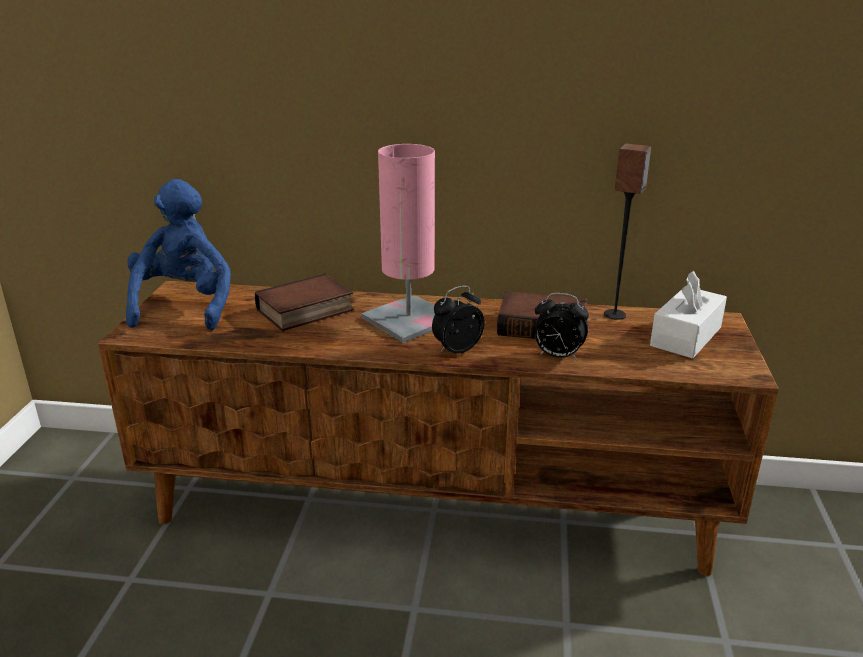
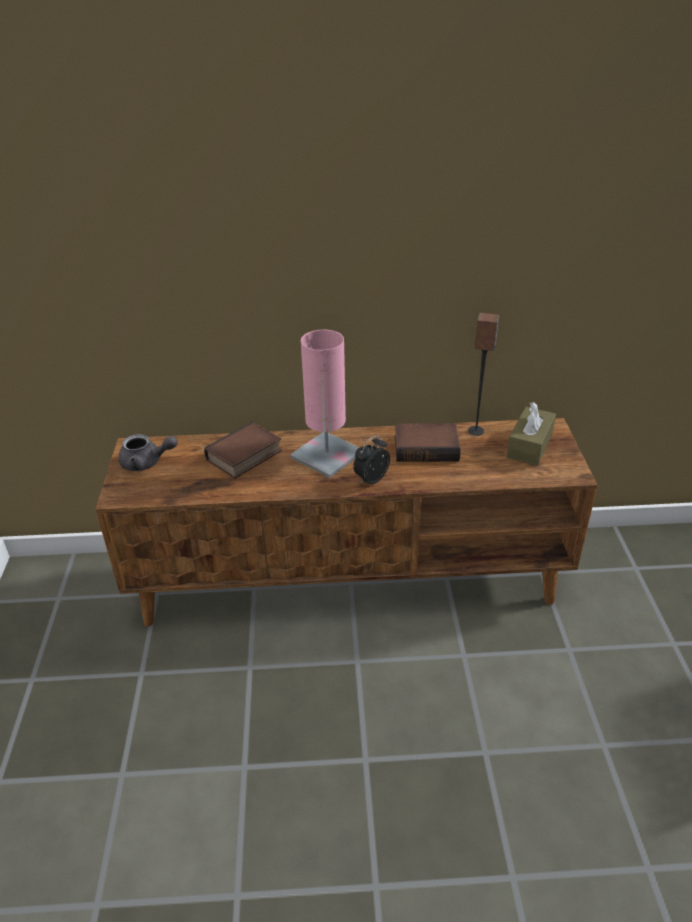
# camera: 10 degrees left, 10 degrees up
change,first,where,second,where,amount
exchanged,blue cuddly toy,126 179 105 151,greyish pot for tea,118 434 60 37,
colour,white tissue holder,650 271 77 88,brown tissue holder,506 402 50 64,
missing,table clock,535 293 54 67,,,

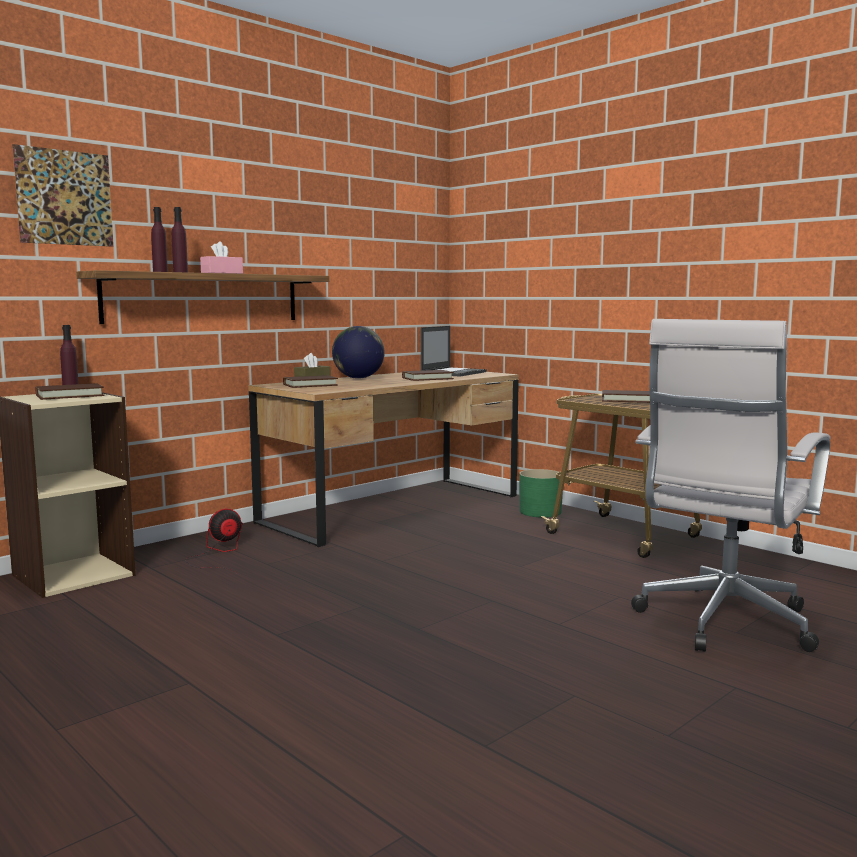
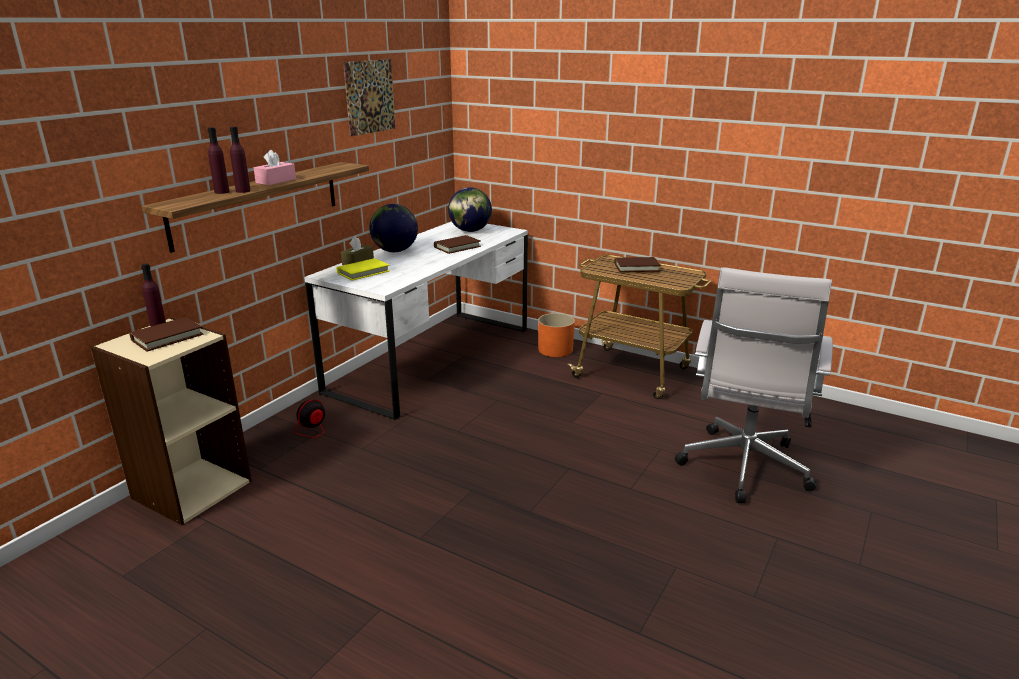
# camera: 15 degrees left, 15 degrees up
change,first,where,second,where,amount
relocated,picture,12 144 101 103,,343 59 52 77,
exchanged,laptop,421 326 66 51,world globe,448 187 44 45,
colour,brown desk table,248 372 271 175,white desk table,304 221 224 199,
colour,brown book,283 375 55 13,yellow book,337 258 53 23,
colour,greenish flower pot,519 469 44 48,orangey flower pot,538 313 37 44,

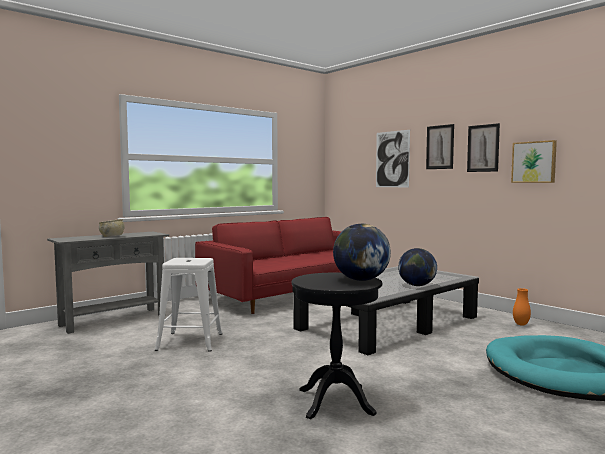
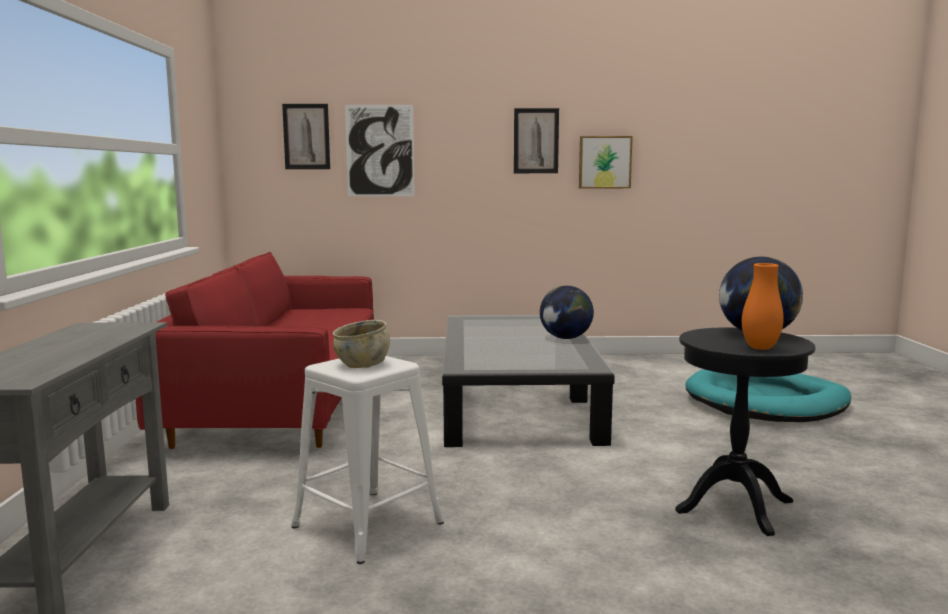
# camera: 50 degrees left, 5 degrees up
change,first,where,second,where,amount
relocated,picture,426 124 28 45,,282 104 48 65,
relocated,beige-coloured bowl,99 219 26 18,,333 320 57 48,
relocated,orangey vase,513 288 18 37,,742 263 42 87,

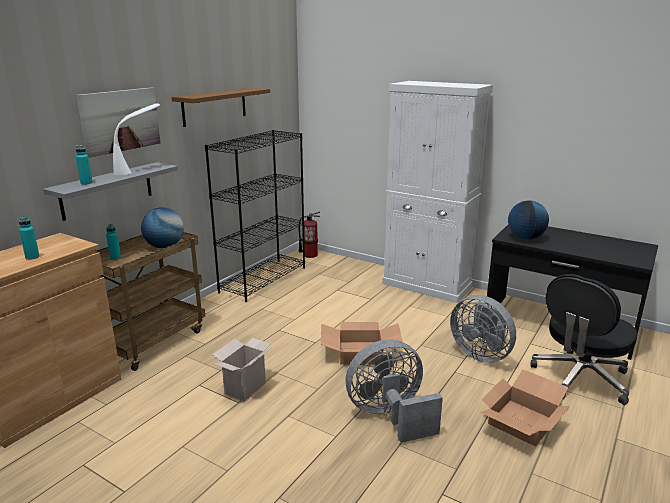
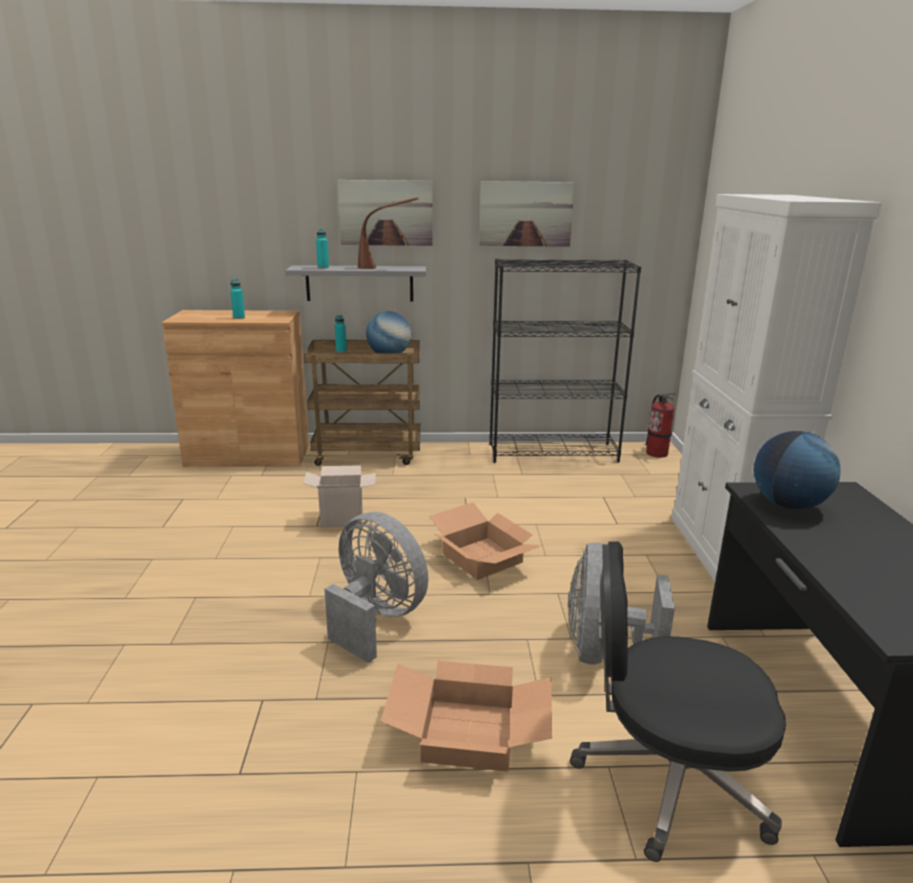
# camera: 55 degrees right, 0 degrees up
change,first,where,second,where,amount
exchanged,brown bracket shelf,172 88 98 39,picture,480 181 94 66,
colour,white table lamp,113 104 47 72,brown table lamp,358 197 61 72,

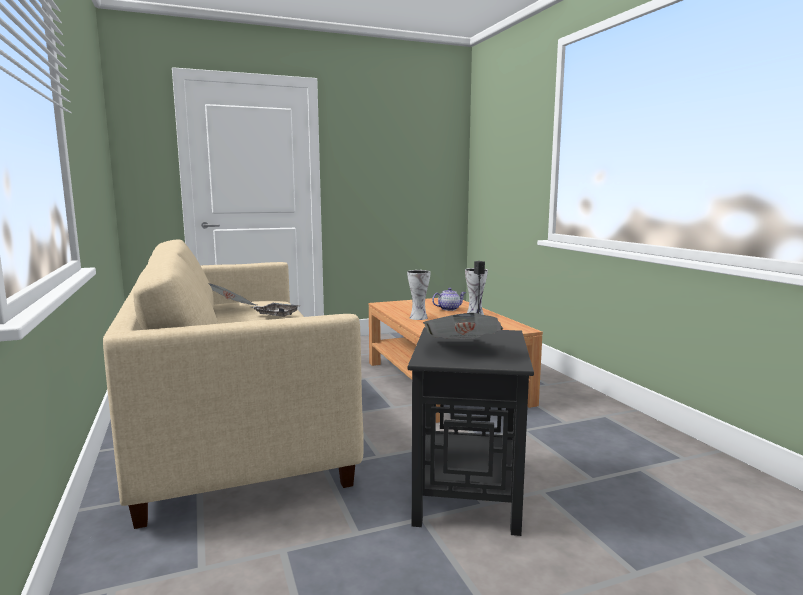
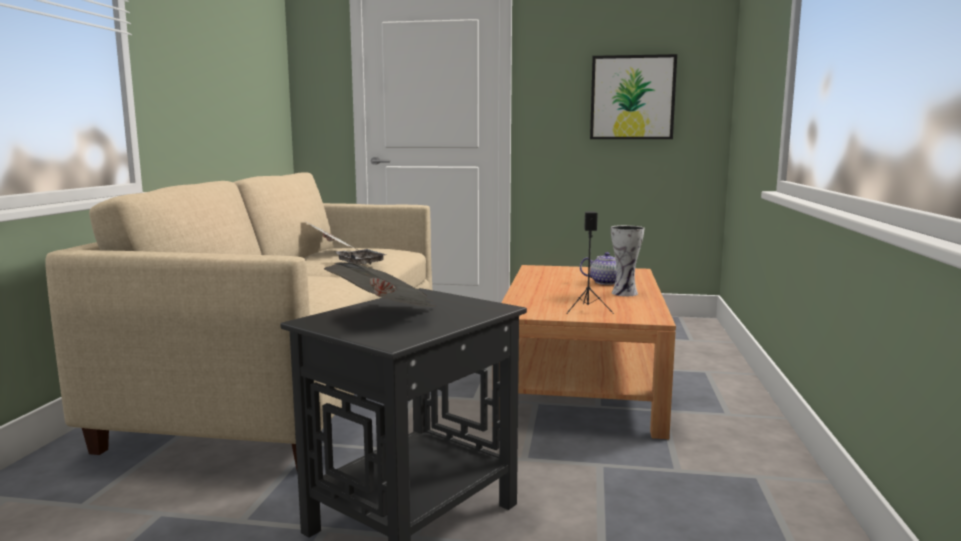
# camera: 30 degrees right, 0 degrees up
change,first,where,second,where,amount
missing,vase,407 270 24 50,,,
appeared,,,picture,590 54 87 85,

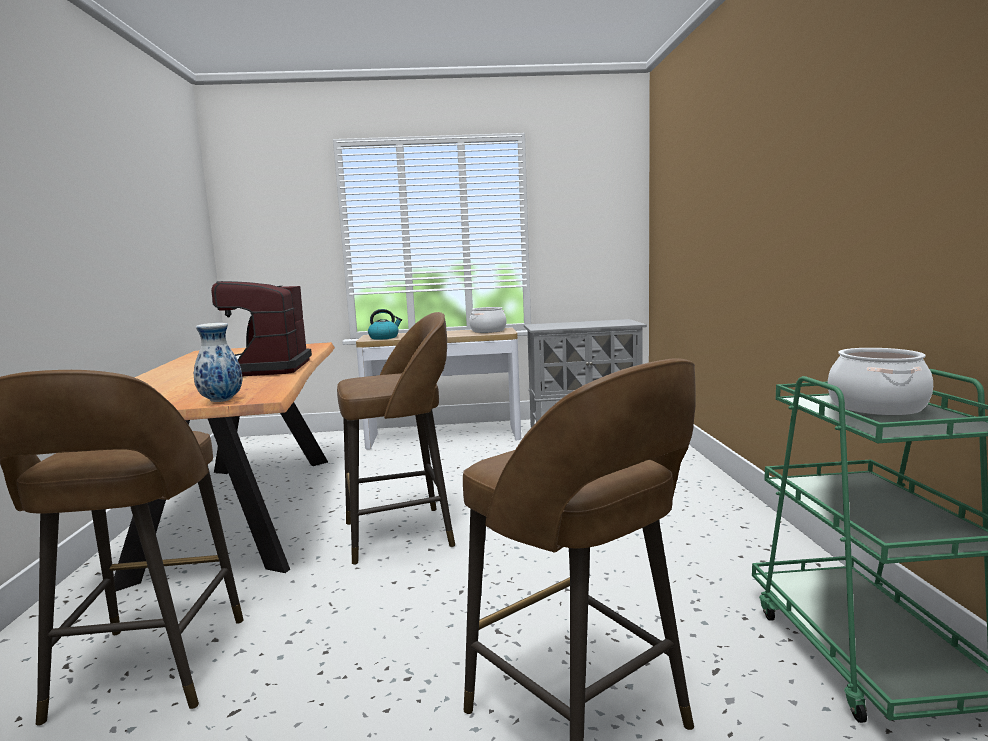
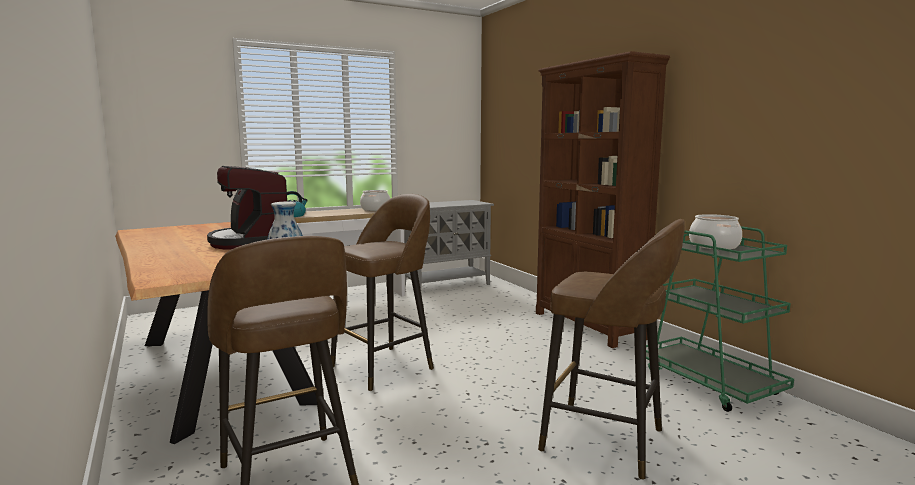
# camera: 25 degrees left, 0 degrees up
change,first,where,second,where,amount
appeared,,,brown shelving unit,536 51 134 297,

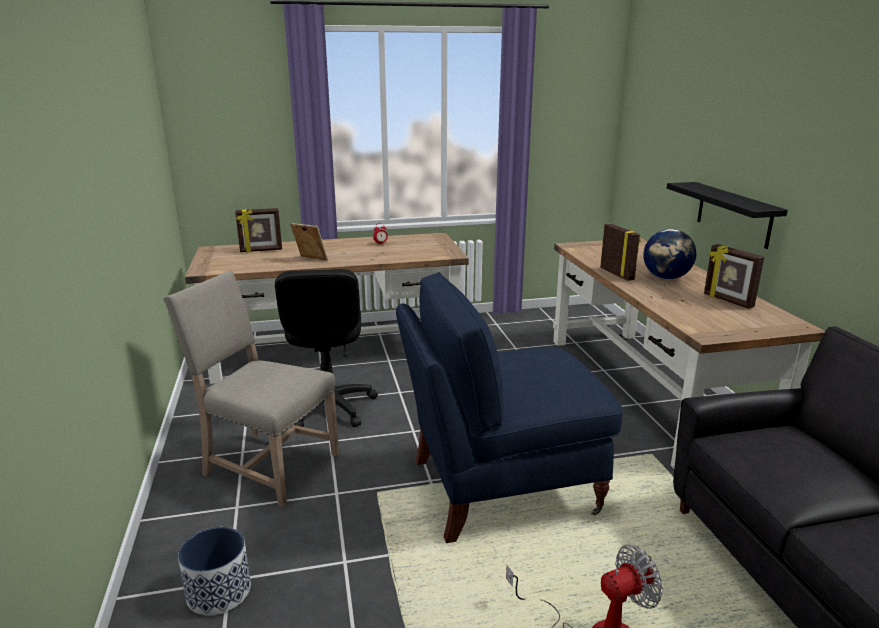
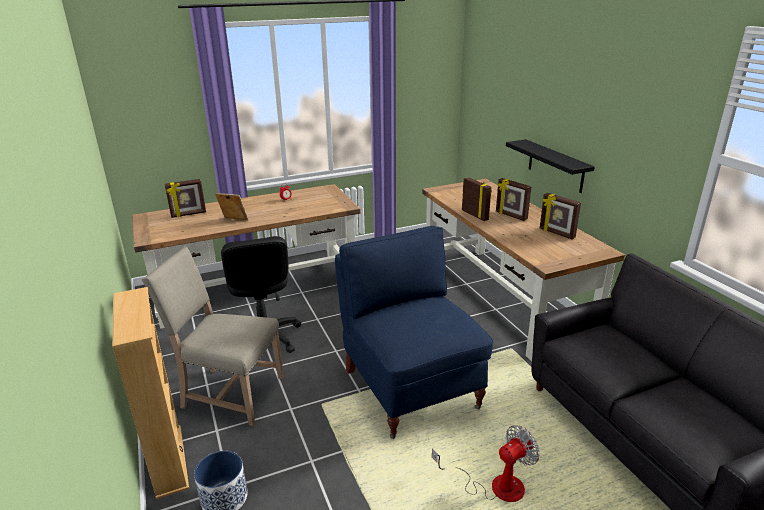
# camera: 10 degrees left, 5 degrees up
change,first,where,second,where,amount
exchanged,world globe,643 229 53 50,photo frame,496 178 36 43,
spun,blue lounge chair,396 272 227 271,,335 226 158 213,90 degrees clockwise
appeared,,,beige-coloured shelving unit,112 287 77 212,

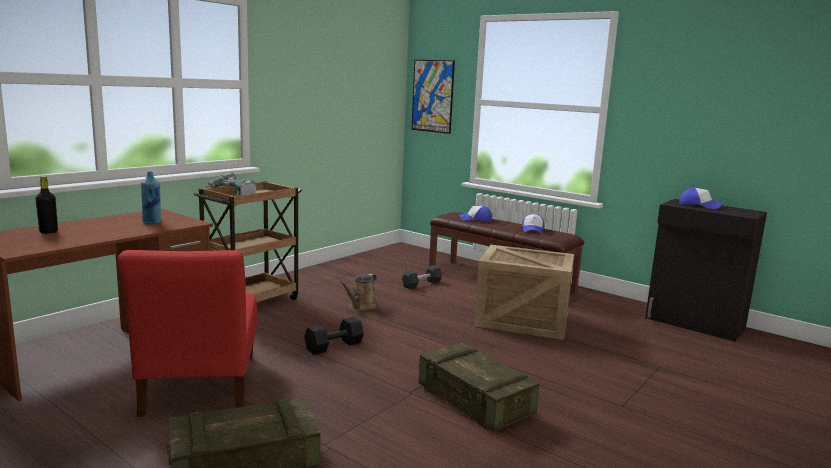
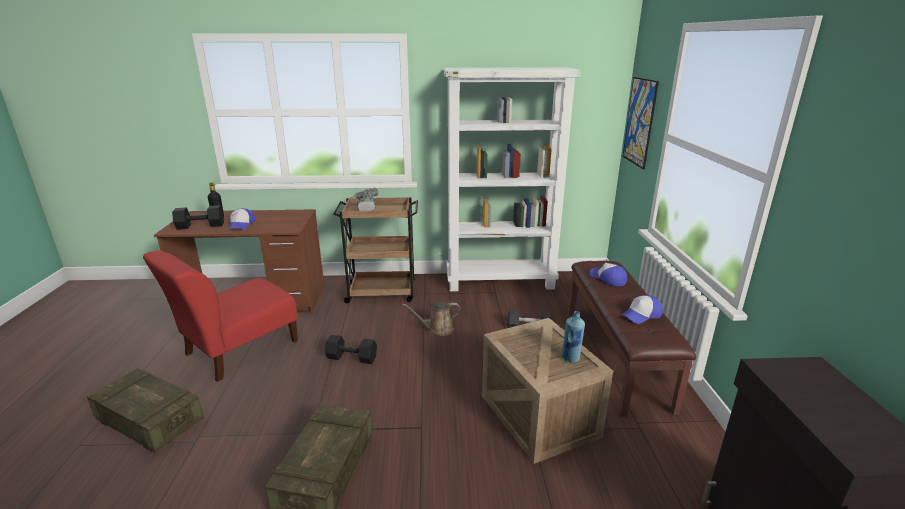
# camera: 50 degrees right, 10 degrees up
change,first,where,second,where,amount
relocated,blue drink bottle,141 172 20 52,,561 311 24 52,
relocated,cap,679 188 44 21,,228 208 27 22,
appeared,,,white shelving unit,444 67 137 224,
appeared,,,black dumbbell,172 205 52 25,

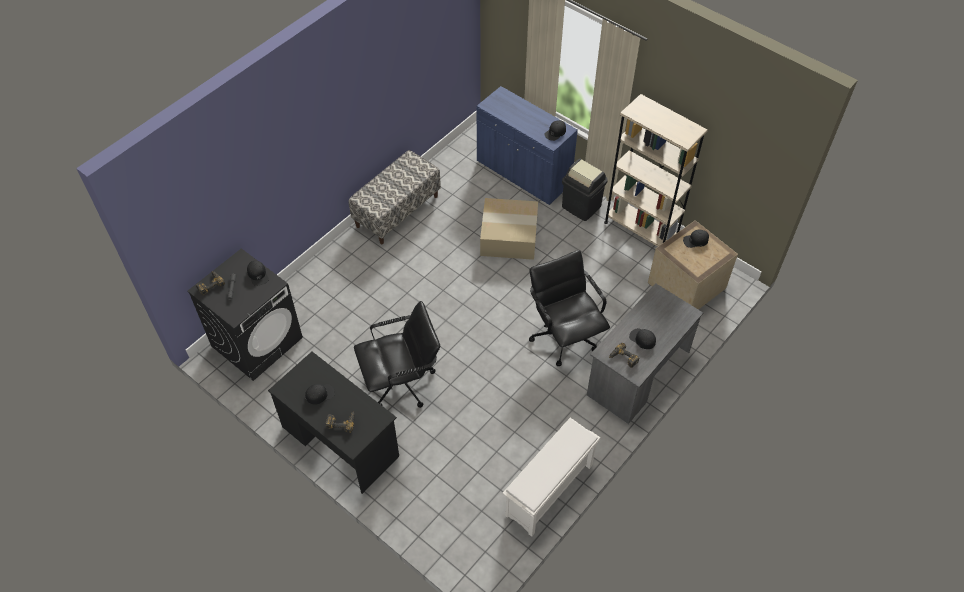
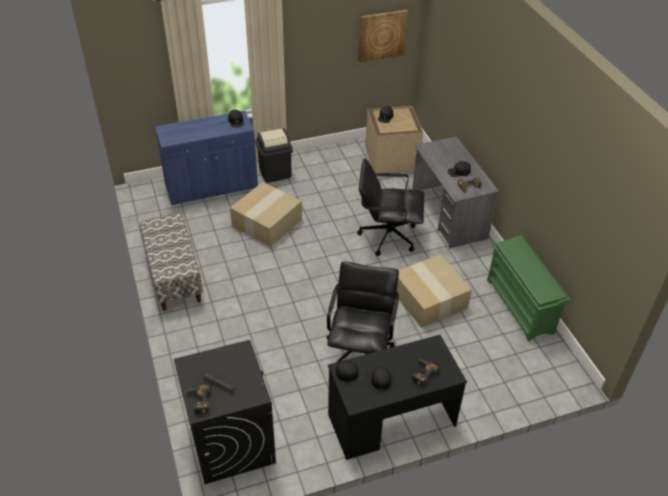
# camera: 60 degrees left, 10 degrees down
change,first,where,second,where,amount
missing,beige-coloured shelving unit,604 94 104 153,,,
relocated,black cap,247 260 22 26,,336 361 30 21,
colour,white shoe shelf,503 418 97 119,greenish shoe shelf,487 236 83 105,
appeared,,,picture,358 10 50 52,
appeared,,,packing box,397 254 75 74,

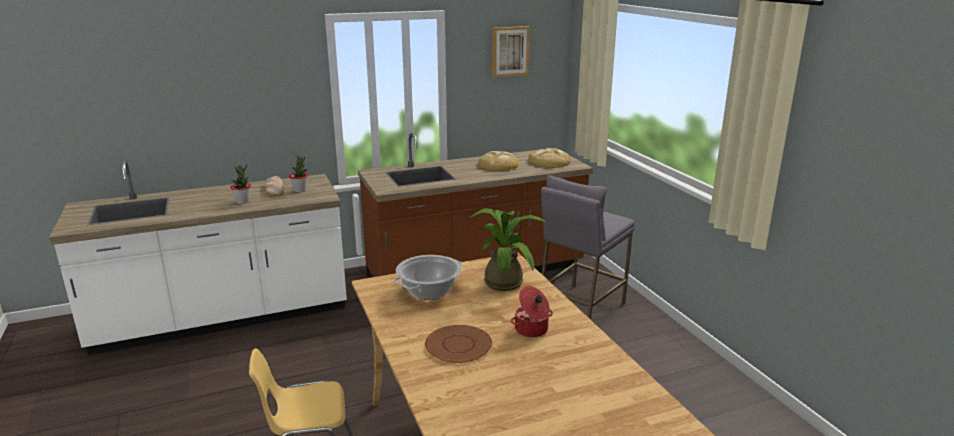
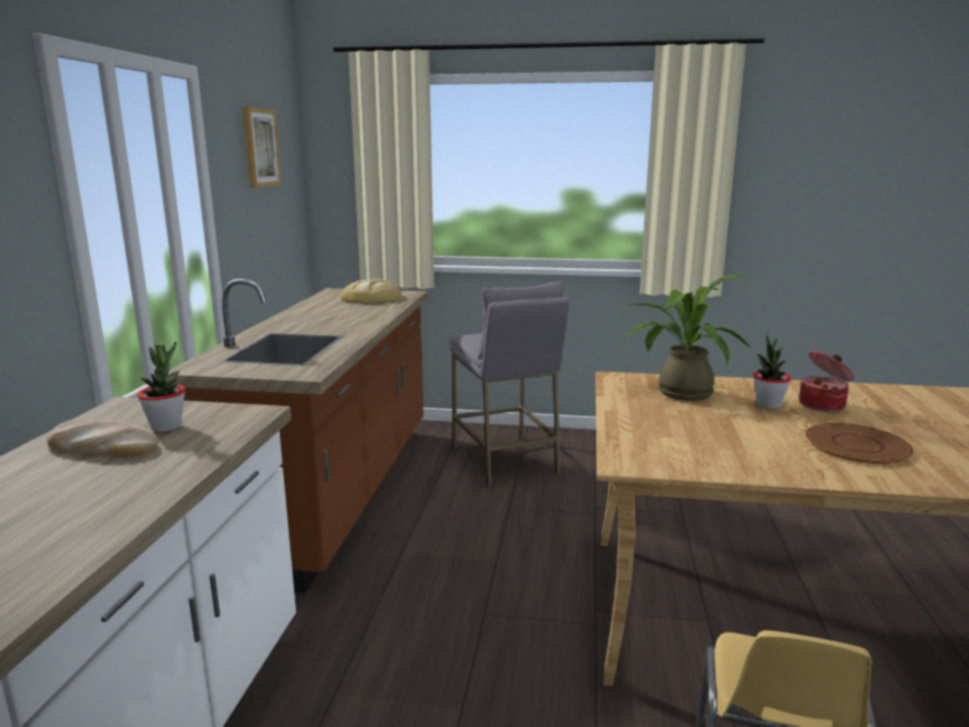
# camera: 60 degrees left, 5 degrees down
change,first,where,second,where,amount
missing,bakery bread,478 151 41 20,,,
relocated,potted plant,230 164 21 40,,753 335 39 74,
missing,cooking pot,393 255 70 45,,,

